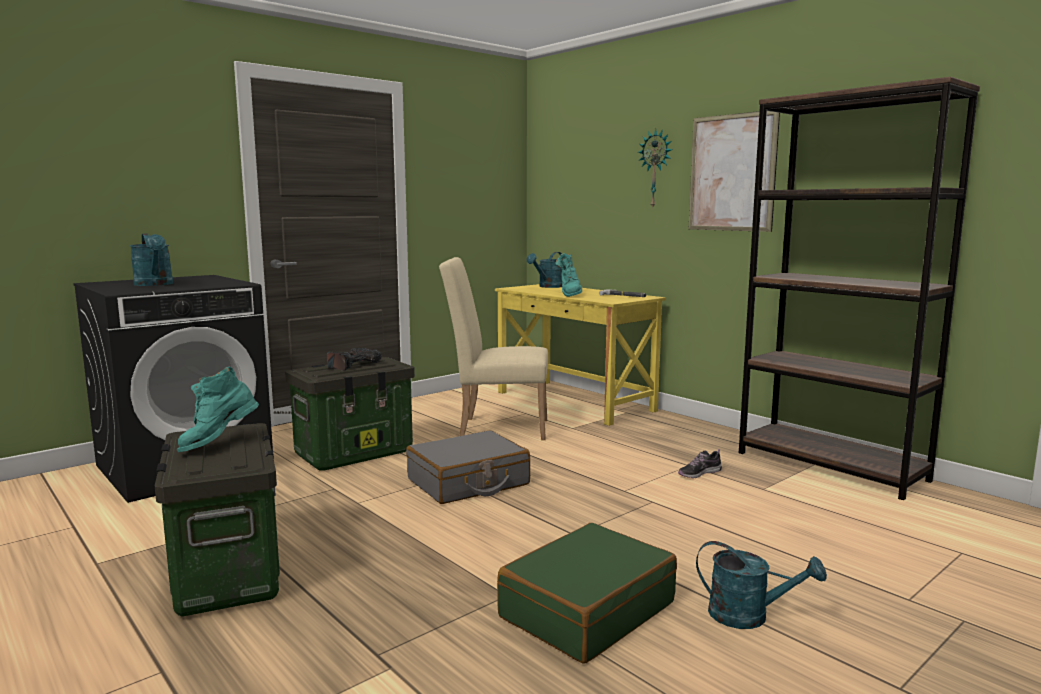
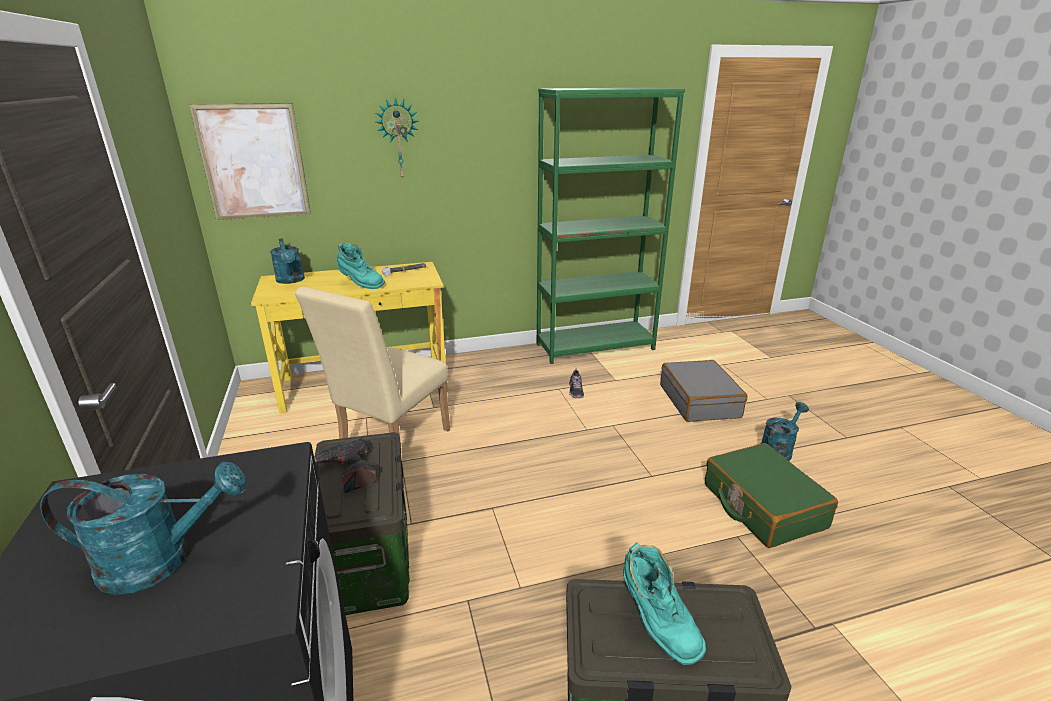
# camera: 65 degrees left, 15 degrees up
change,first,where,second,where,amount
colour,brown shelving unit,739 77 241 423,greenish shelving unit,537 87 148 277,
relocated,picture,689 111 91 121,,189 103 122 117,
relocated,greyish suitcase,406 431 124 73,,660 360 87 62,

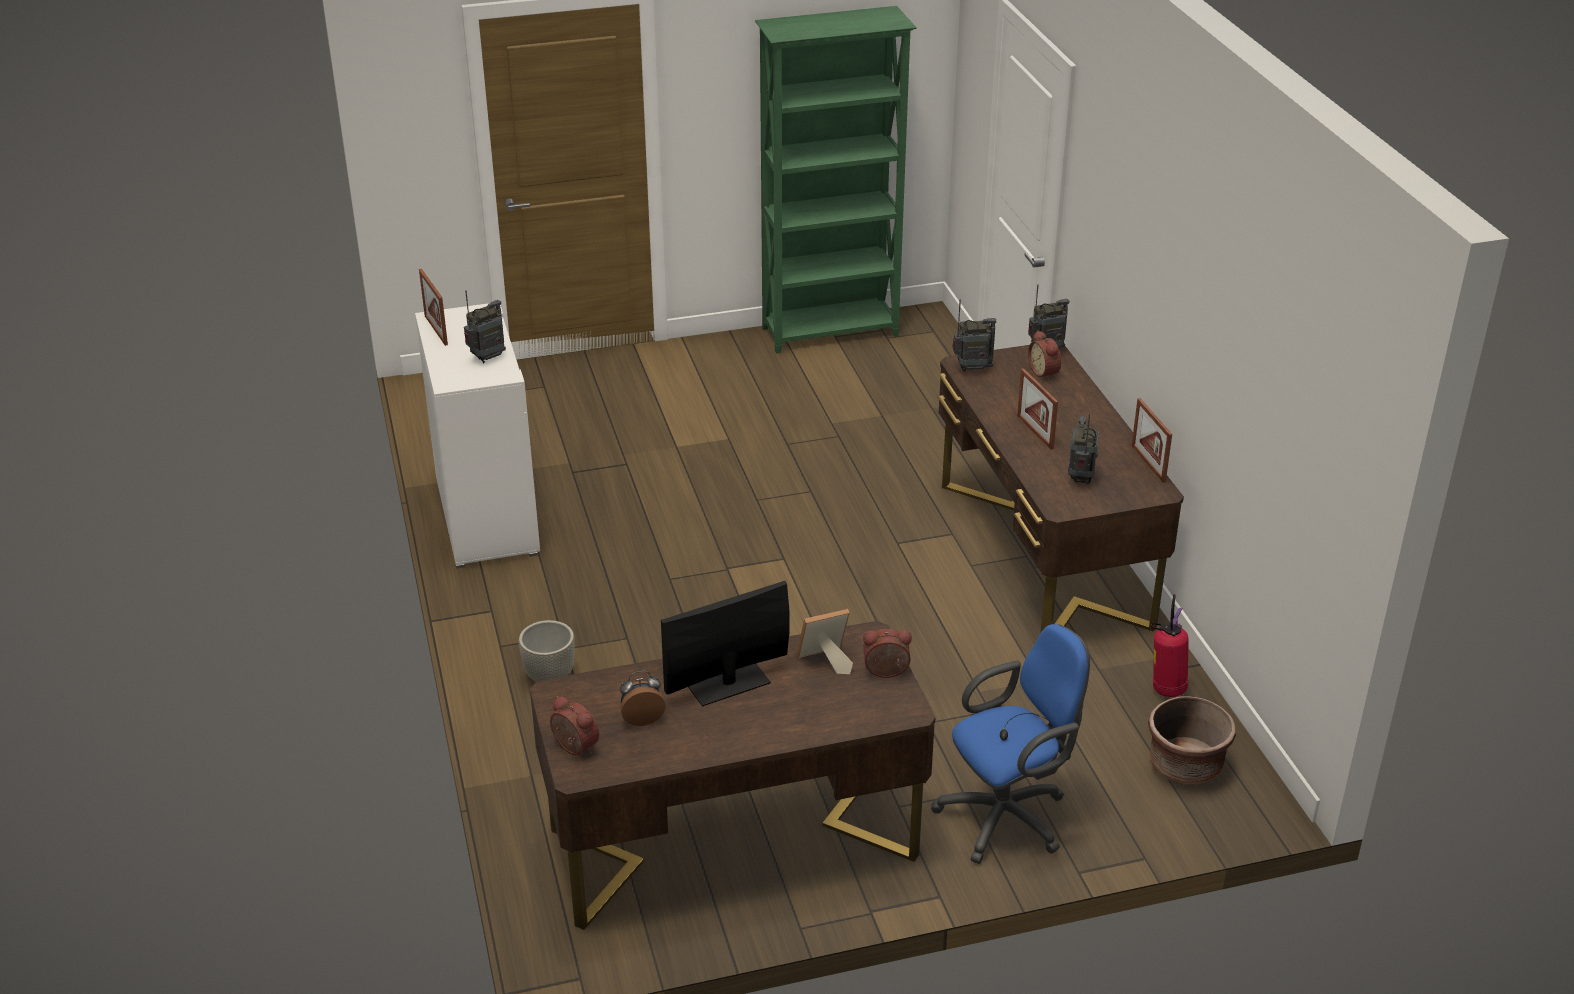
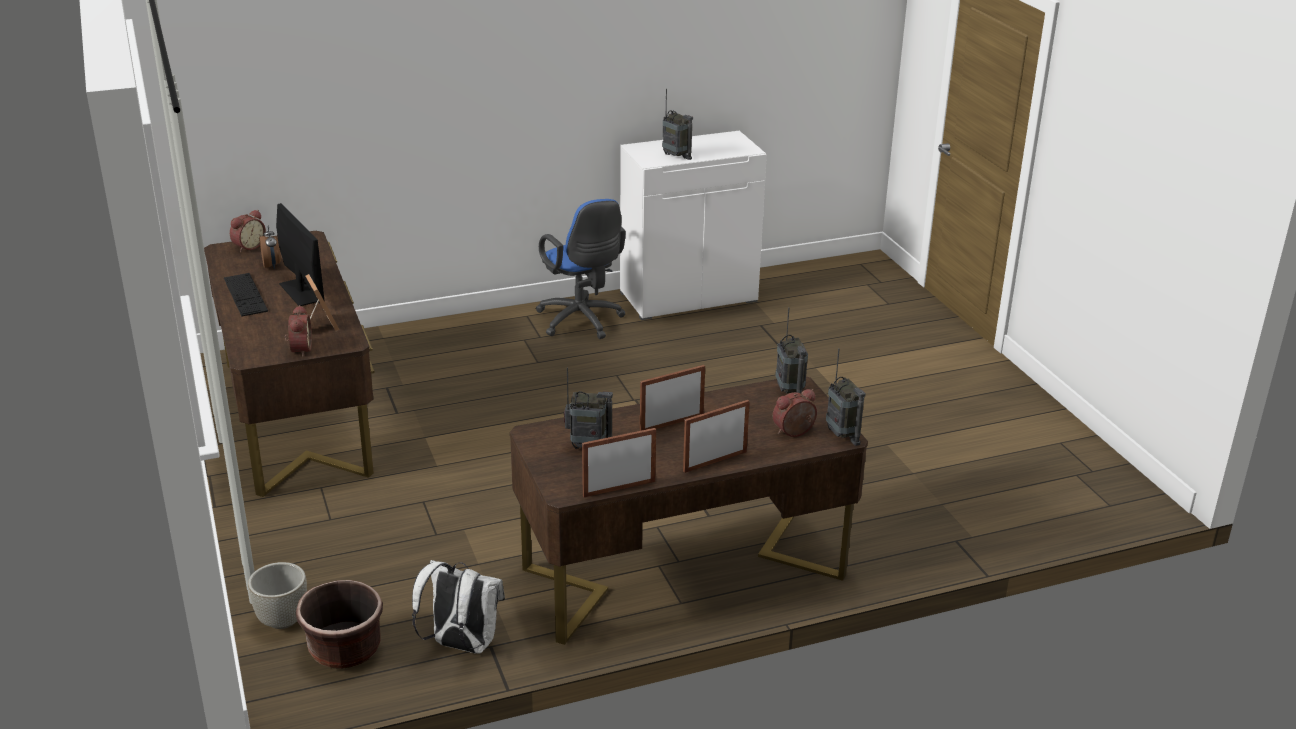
# camera: 85 degrees right, 5 degrees down
change,first,where,second,where,amount
missing,greenish shelving unit,755 6 162 348,,,
relocated,photo frame,419 269 29 77,,683 400 67 73,
exchanged,fire extinguisher,1151 594 38 103,white knapsack,412 560 93 93,
relocated,greyish flower pot,519 620 56 61,,248 562 59 67,
relocated,blue office chair,931 624 159 240,,536 199 90 140,
appeared,,,computer keyboard,224 273 44 43,

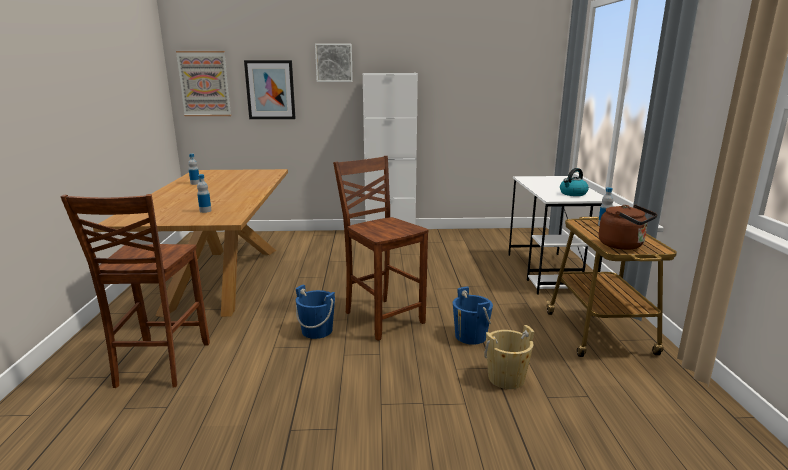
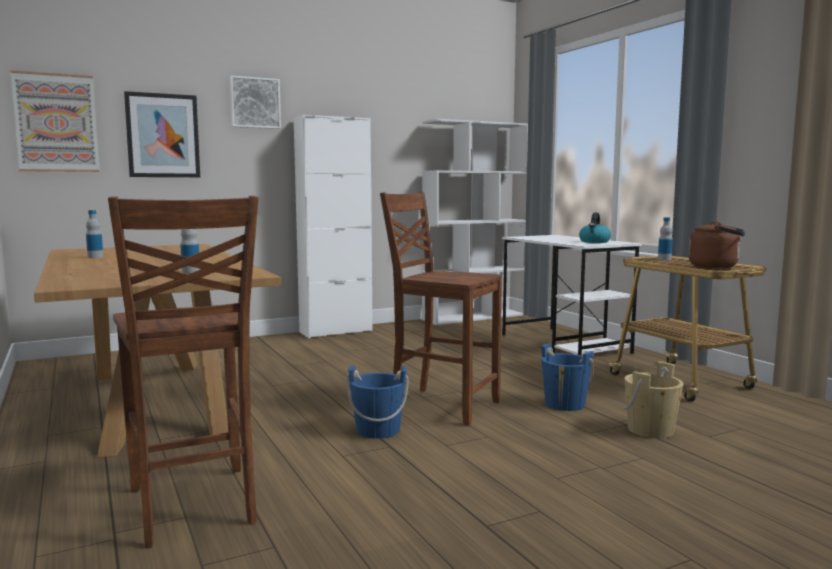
# camera: 25 degrees left, 10 degrees down
change,first,where,second,where,amount
appeared,,,white shelving unit,422 119 106 206,

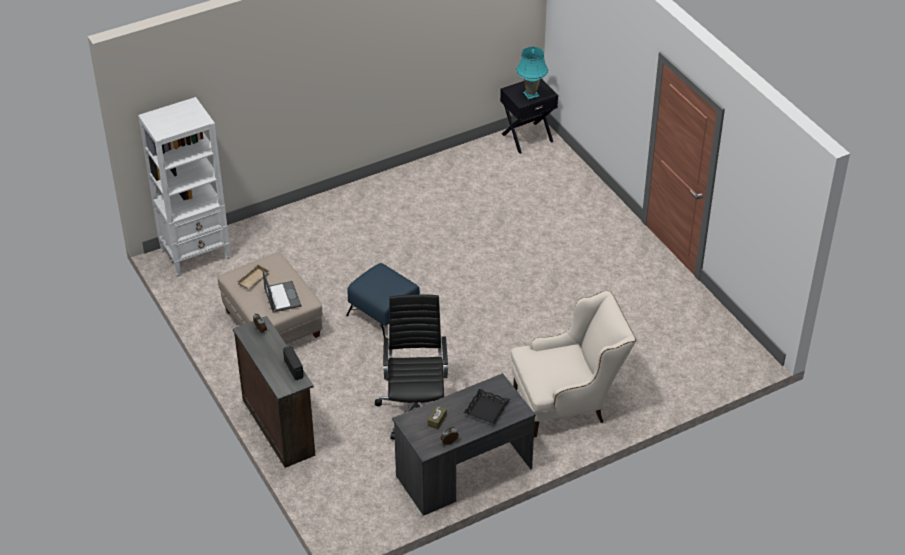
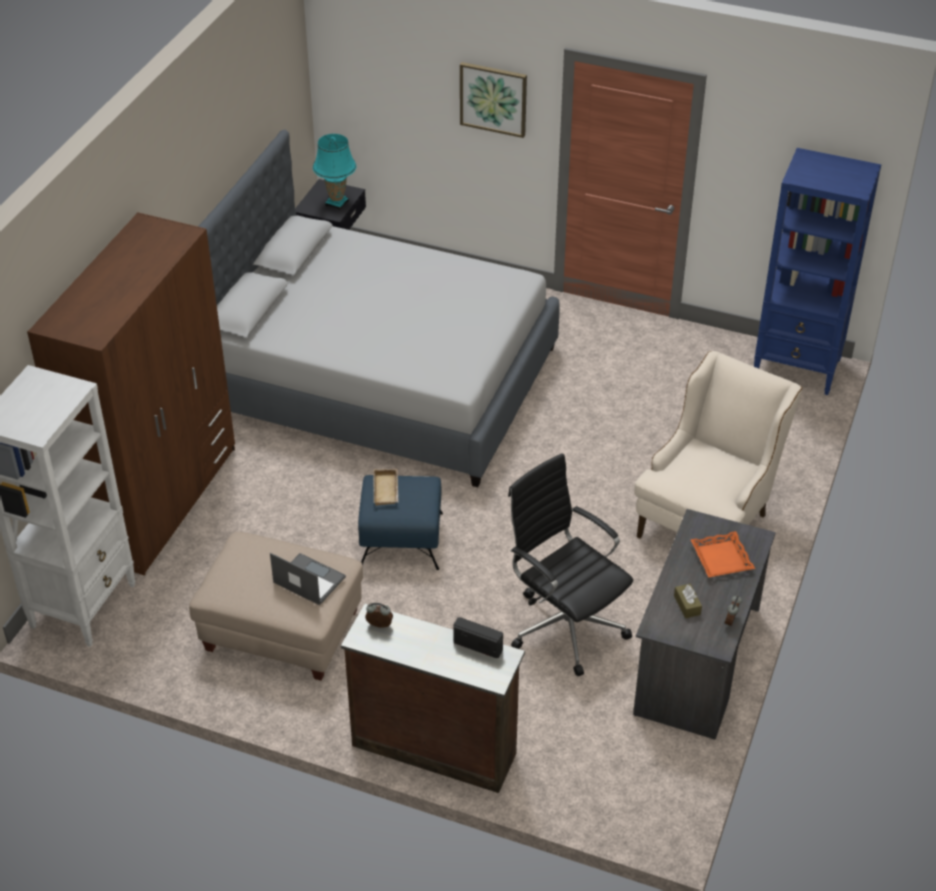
# camera: 40 degrees left, 0 degrees up
change,first,where,second,where,amount
relocated,beige-coloured carrying tray,237 264 33 25,,373 469 25 37,
colour,black carrying tray,464 389 46 35,orangey carrying tray,691 531 64 47,
appeared,,,picture,460 62 67 76,
appeared,,,greyish bed,198 130 362 357,
appeared,,,blue shelving unit,754 148 127 247,
appeared,,,brown clothes cupboard,27 212 208 364,

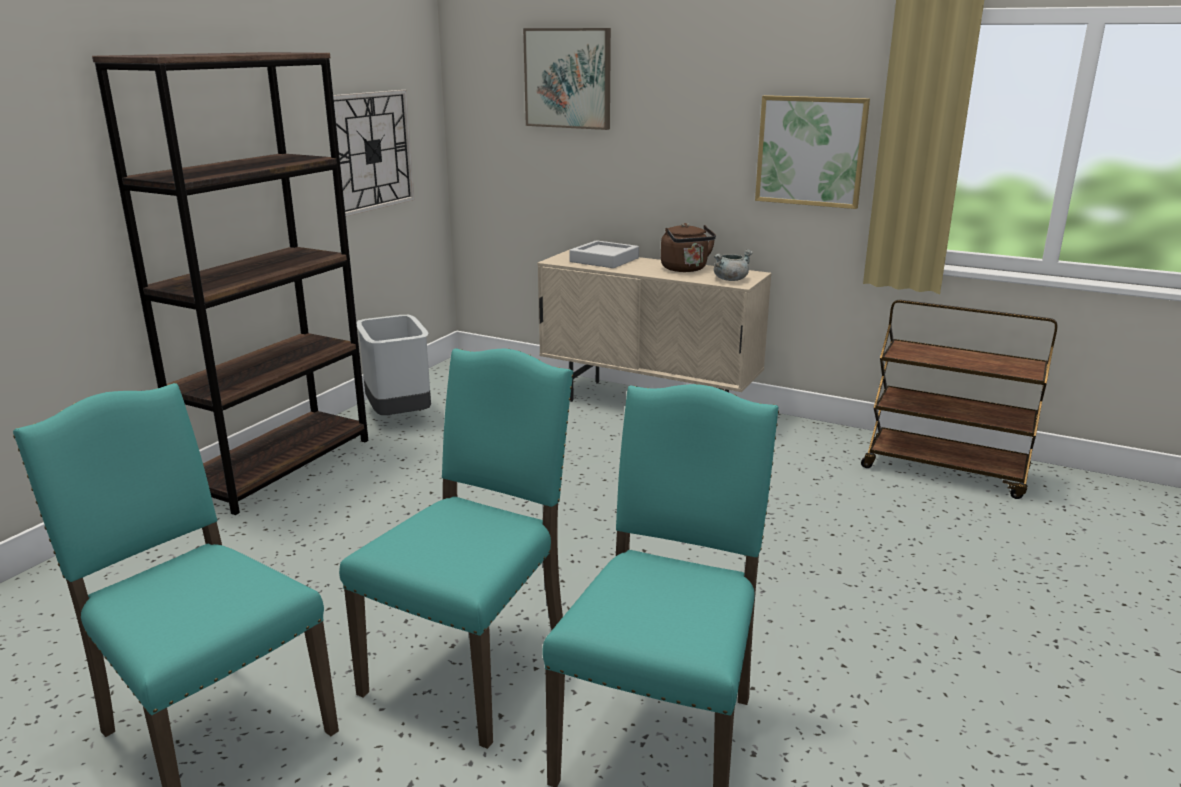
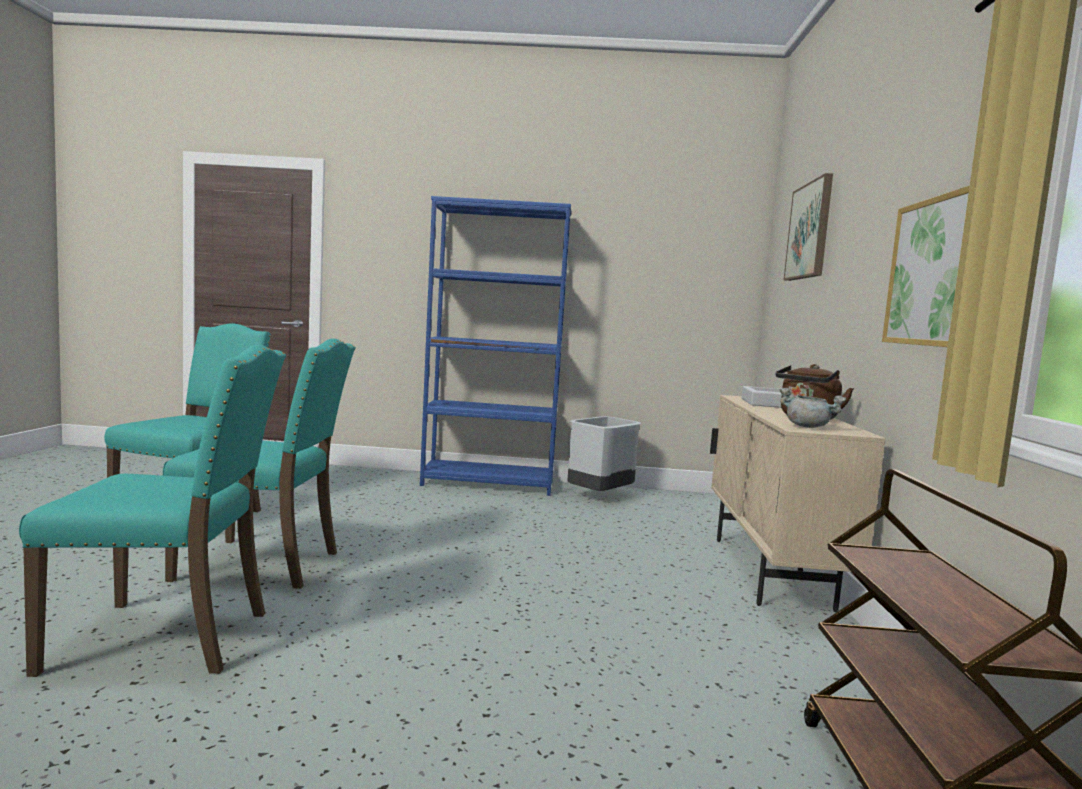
# camera: 65 degrees right, 15 degrees down
change,first,where,second,where,amount
colour,brown shelving unit,92 52 277 463,blue shelving unit,420 196 151 300,
missing,clock on the wall,333 90 82 127,,,

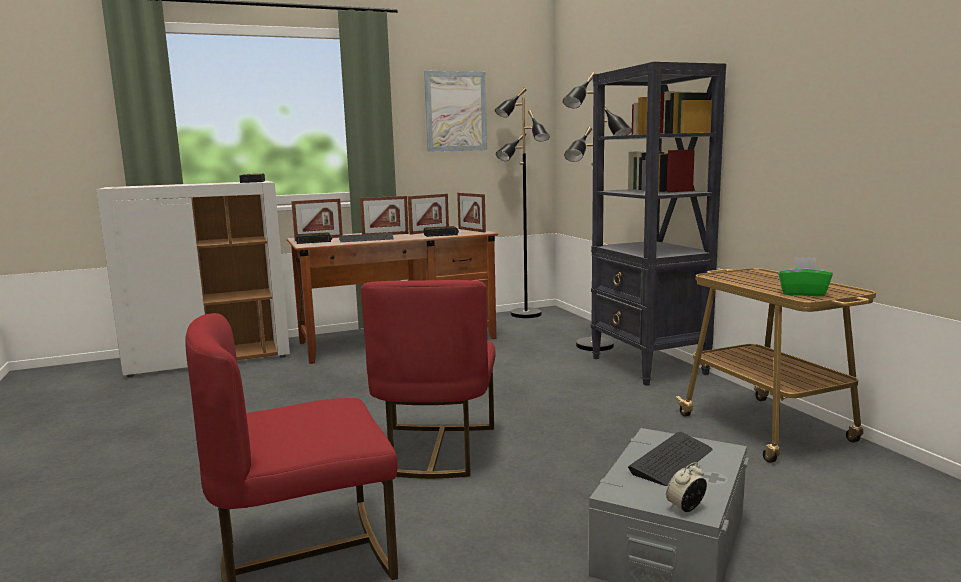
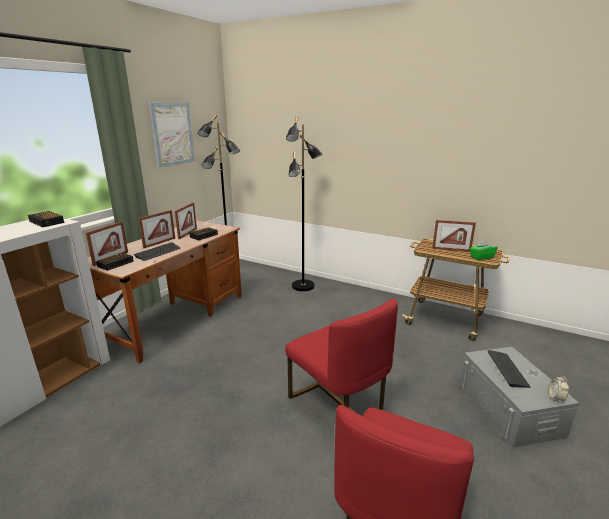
# camera: 40 degrees left, 10 degrees up
change,first,where,second,where,amount
missing,black shelving unit,591 62 135 324,,,
relocated,photo frame,457 193 29 39,,432 220 44 32,

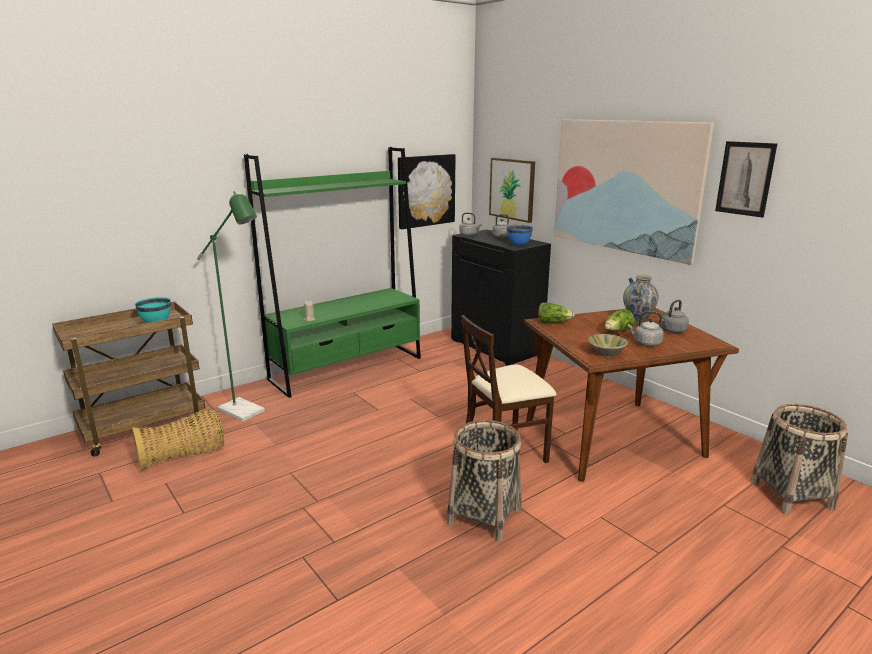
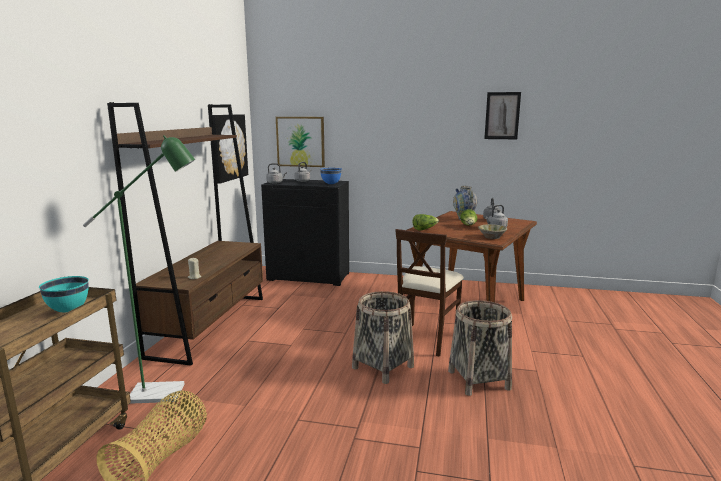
# camera: 40 degrees left, 5 degrees down
change,first,where,second,where,amount
missing,picture,554 119 160 146,,,
colour,greenish shelving unit,244 147 177 251,brown shelving unit,107 102 156 264,
relocated,basket,750 404 98 110,,352 291 62 93,

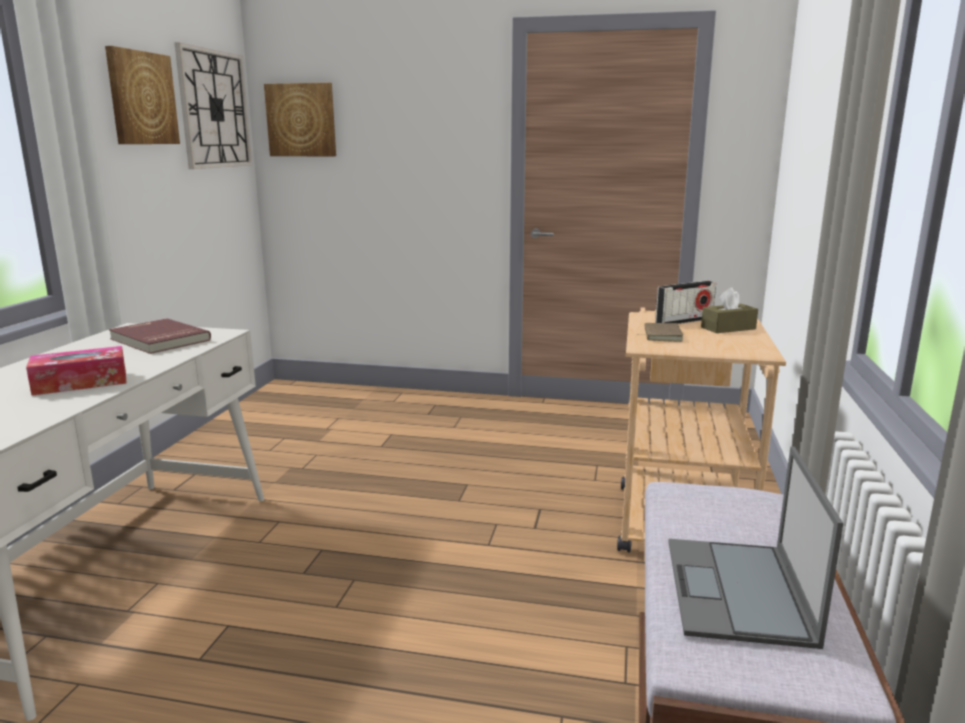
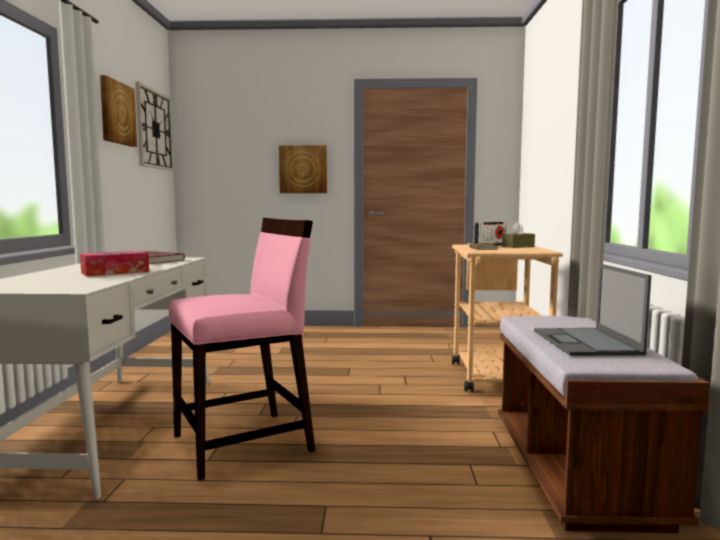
# camera: 10 degrees left, 10 degrees down
change,first,where,second,where,amount
relocated,picture,264 83 72 73,,279 145 48 48,
appeared,,,pink plain chair,169 218 146 263,

